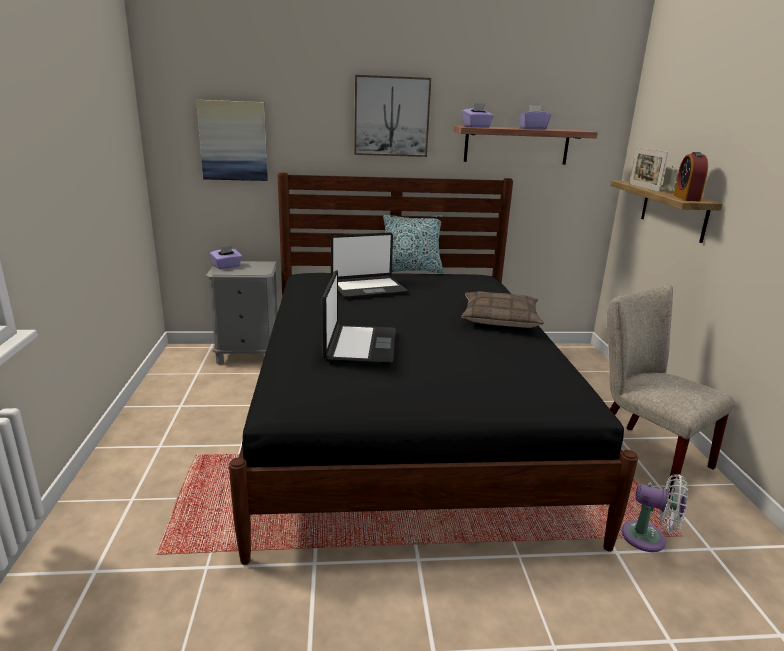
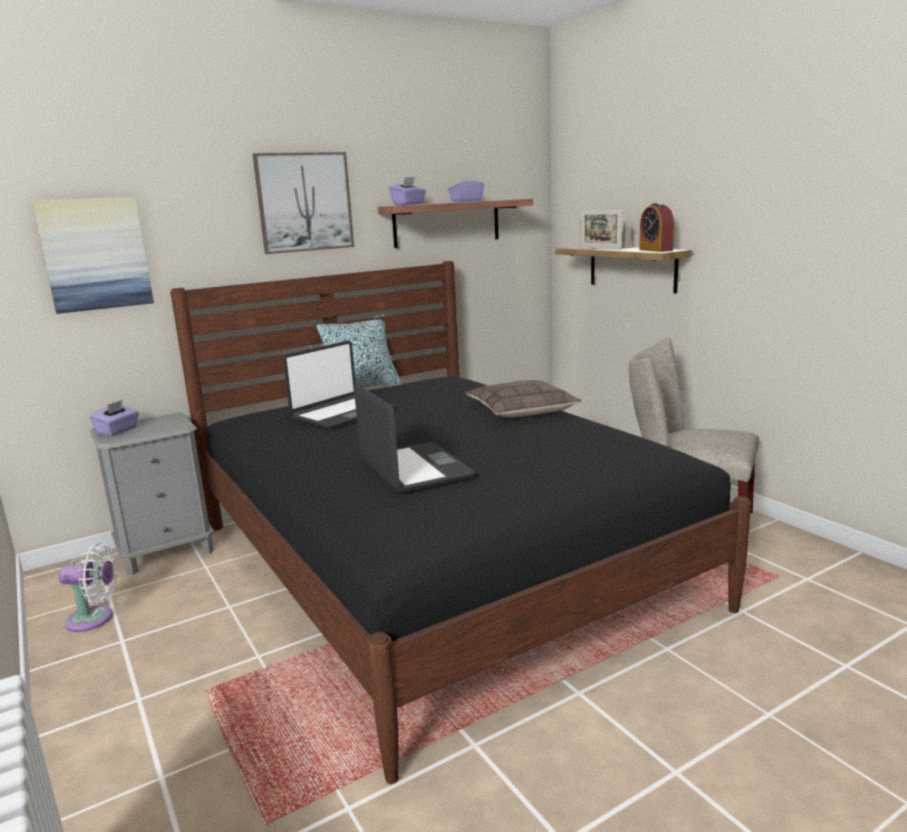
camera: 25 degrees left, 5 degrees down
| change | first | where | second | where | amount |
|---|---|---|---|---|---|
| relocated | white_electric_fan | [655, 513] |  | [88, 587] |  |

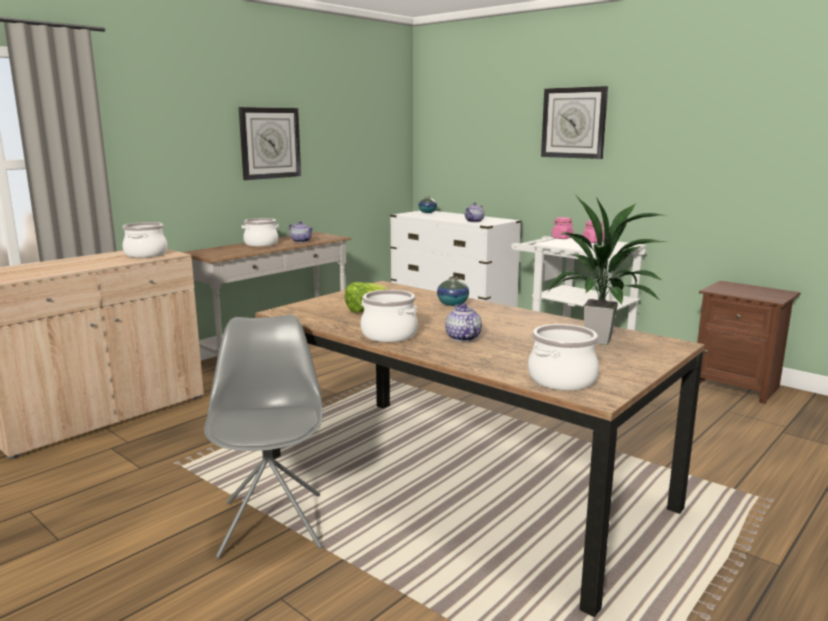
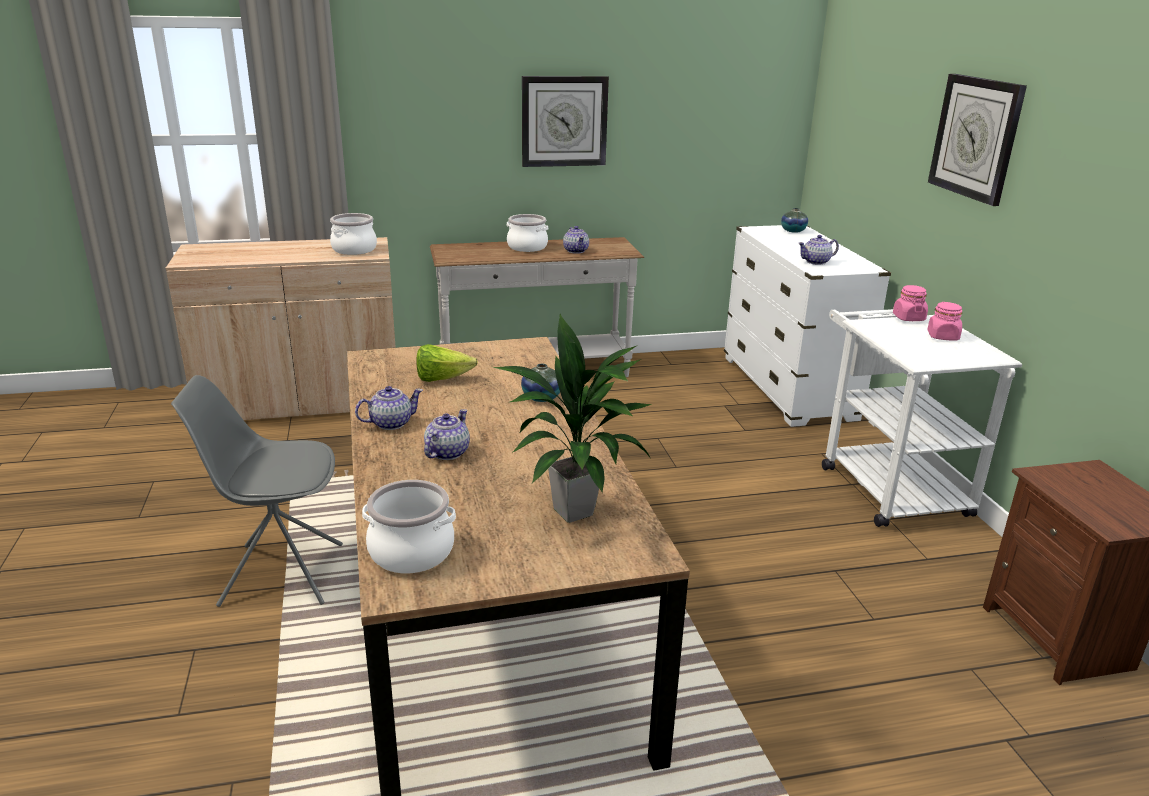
camera: 35 degrees right, 10 degrees up
| change | first | where | second | where | amount |
|---|---|---|---|---|---|
| spun | greyish_chair | [263, 437] |  | [257, 491] | 120 degrees counterclockwise |
| exchanged | cooking_pot | [389, 316] | pot_for_tea | [389, 408] |  |

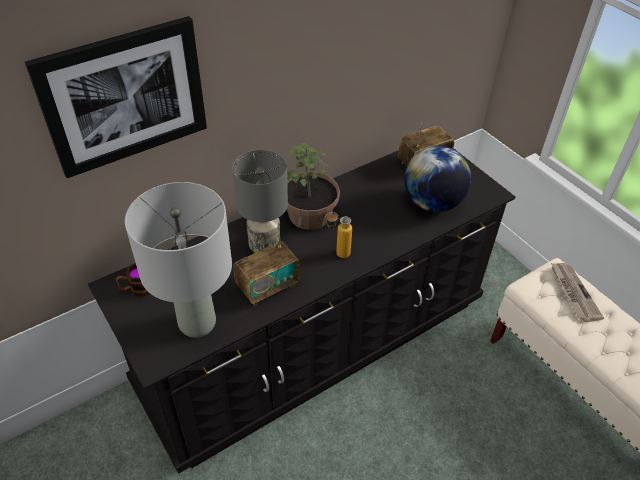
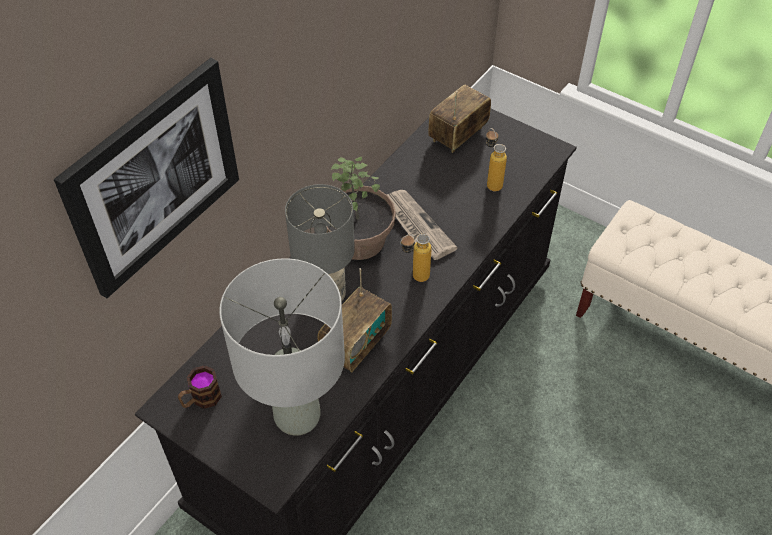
camera: 20 degrees left, 5 degrees up
| change | first | where | second | where | amount |
|---|---|---|---|---|---|
| exchanged | desk_globe | [437, 179] | drink_bottle | [496, 159] |  |
| relocated | daily_paper | [577, 292] |  | [422, 225] |  |

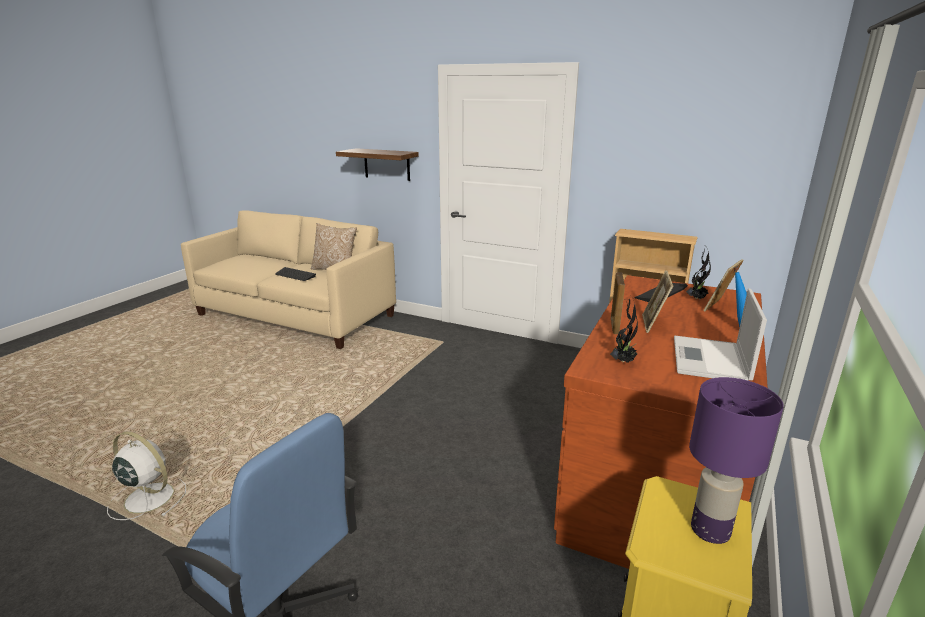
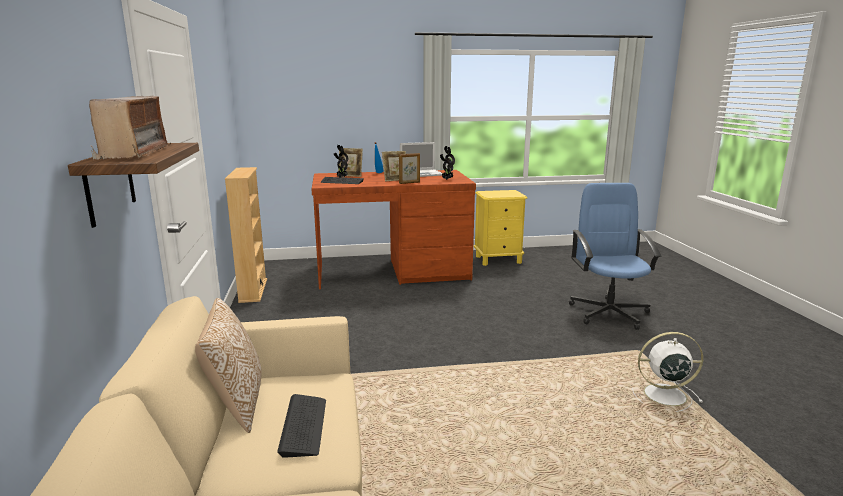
camera: 125 degrees left, 5 degrees down
| change | first | where | second | where | amount |
|---|---|---|---|---|---|
| spun | white_electric_fan | [146, 475] |  | [667, 372] | 105 degrees clockwise |
| missing | purple_table_lamp | [736, 460] |  |  |  |
| appeared |  |  | radio | [130, 128] |  |

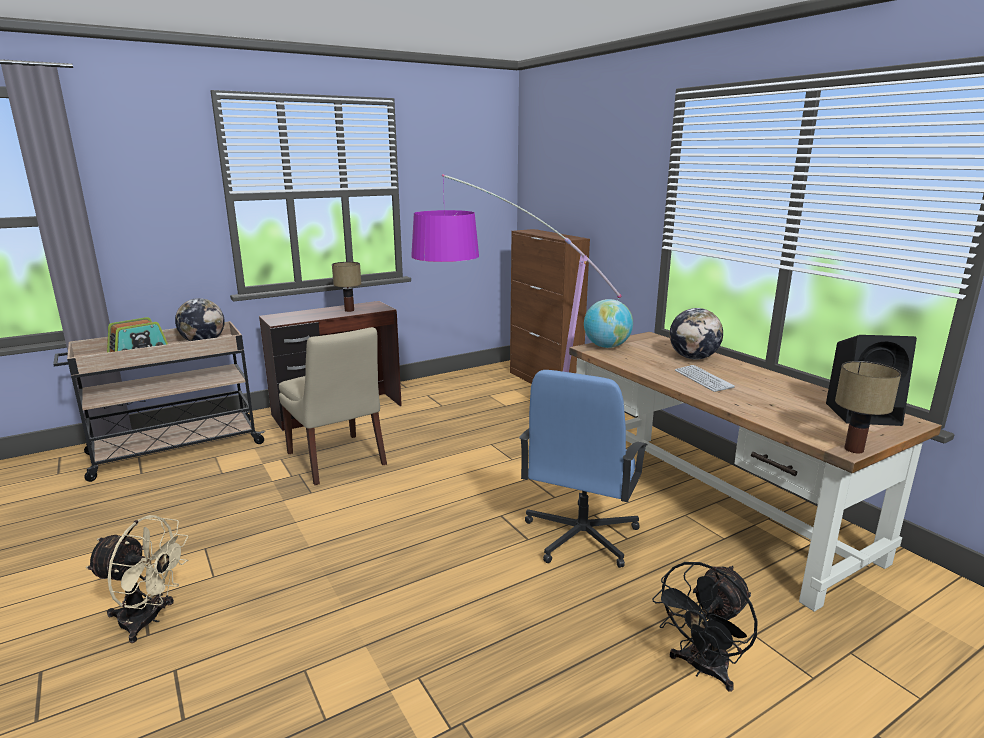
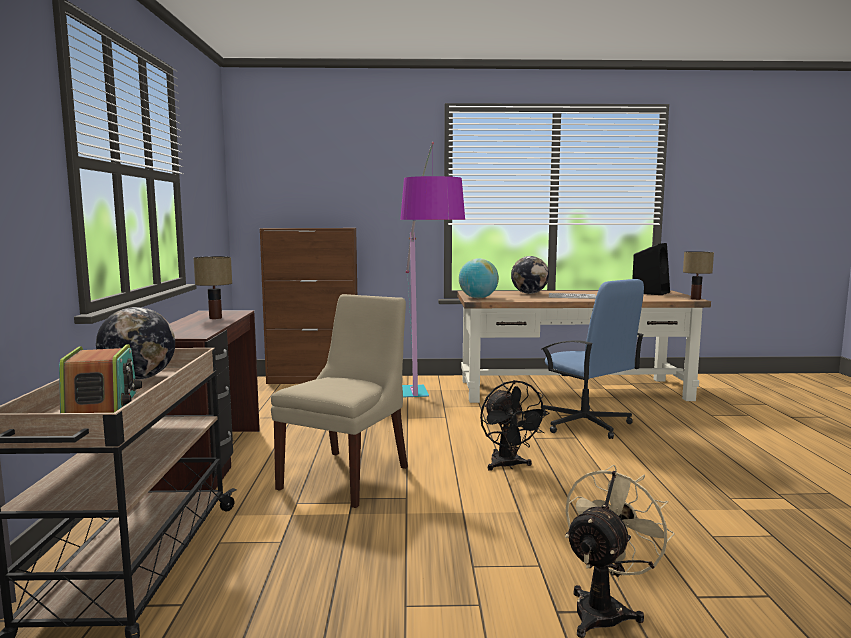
camera: 60 degrees left, 10 degrees down
| change | first | where | second | where | amount |
|---|---|---|---|---|---|
| spun | sand-coloured_chair | [333, 406] |  | [339, 401] | 60 degrees counterclockwise |
| relocated | blackish_electric_fan | [705, 627] |  | [515, 425] |  |

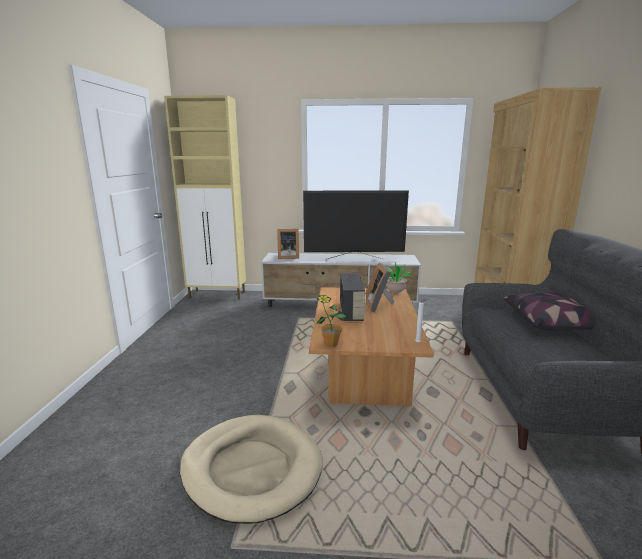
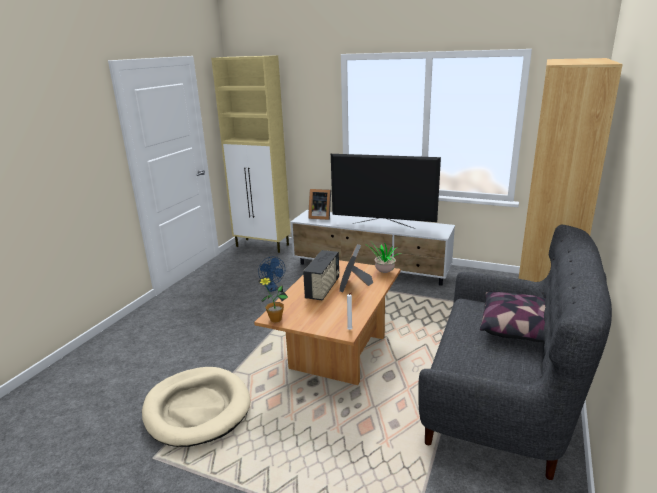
camera: 20 degrees right, 5 degrees up
| change | first | where | second | where | amount |
|---|---|---|---|---|---|
| appeared |  |  | bluish_electric_fan | [271, 274] |  |

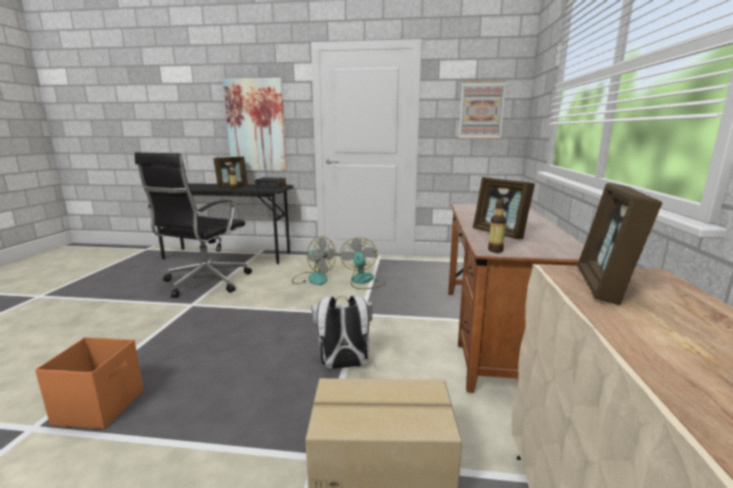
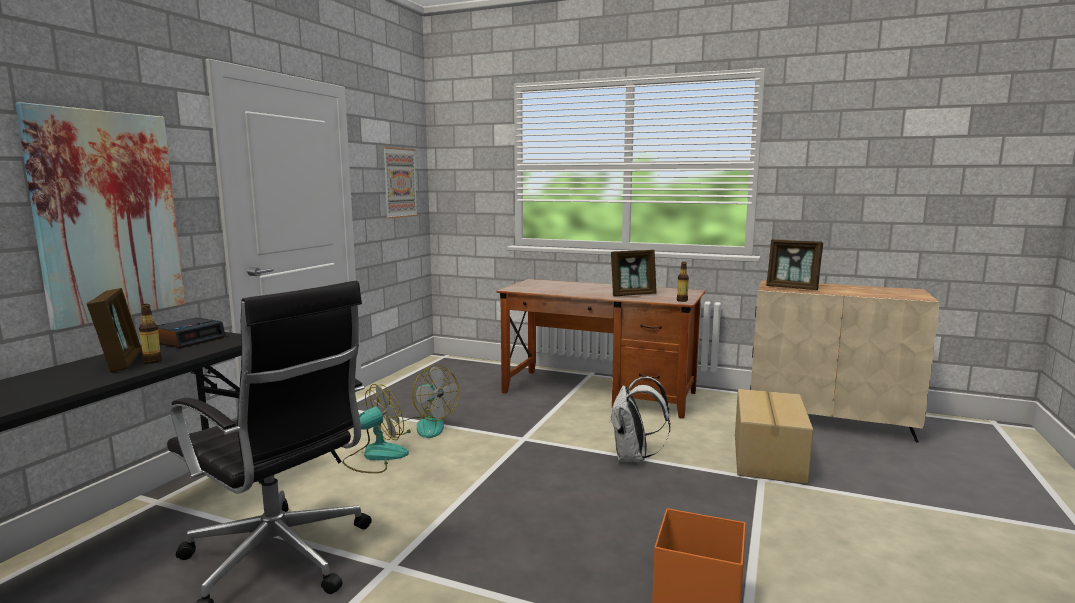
camera: 75 degrees left, 5 degrees down
| change | first | where | second | where | amount |
|---|---|---|---|---|---|
| spun | electric_fan | [363, 263] |  | [426, 401] | 150 degrees counterclockwise |

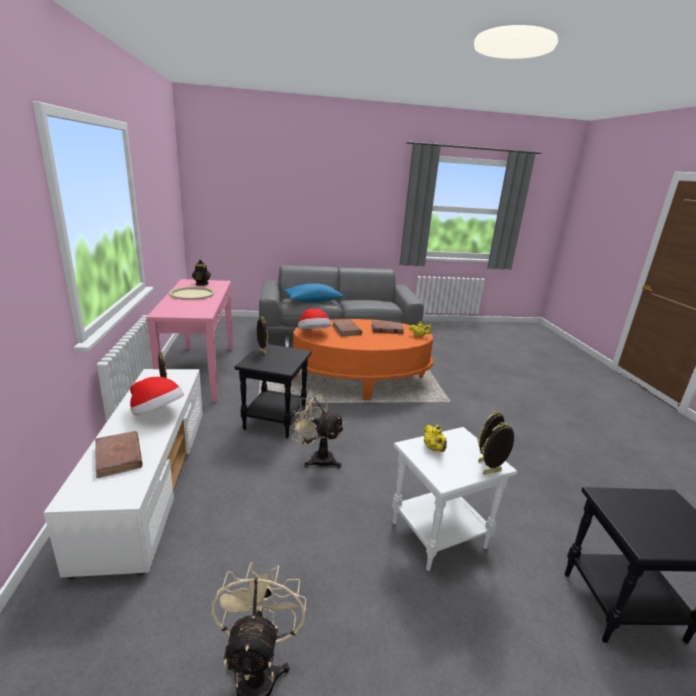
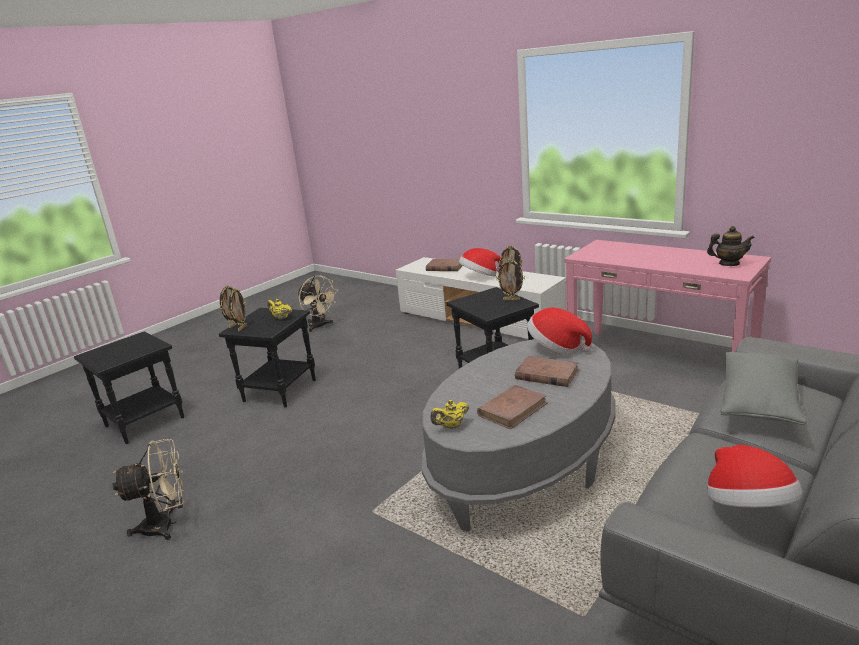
camera: 140 degrees right, 0 degrees up
| change | first | where | second | where | amount |
|---|---|---|---|---|---|
| missing | sand-coloured_carrying_tray | [192, 293] |  |  |  |
| colour | bluish_throw_pillow | [313, 292] | greyish_throw_pillow | [763, 388] |  |
| relocated | sand-coloured_electric_fan | [317, 430] |  | [148, 489] |  |
| colour | orangey_coffee_table | [363, 359] | greyish_coffee_table | [518, 435] |  |
| colour | white_accent_table | [454, 499] | blackish_accent_table | [267, 357] |  |
| appeared |  |  | hat | [755, 476] |  |

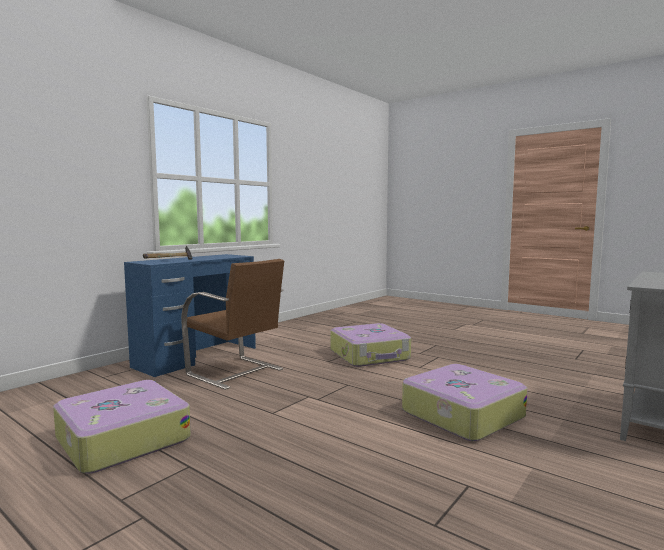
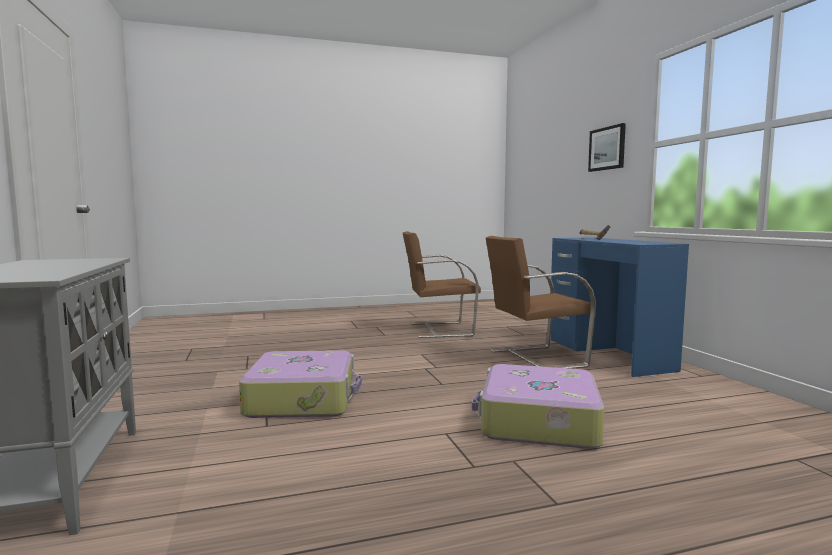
camera: 125 degrees right, 0 degrees up
| change | first | where | second | where | amount |
|---|---|---|---|---|---|
| exchanged | piece_of_luggage | [122, 427] | brownish_chair | [442, 284] |  |
| appeared |  |  | picture | [607, 147] |  |

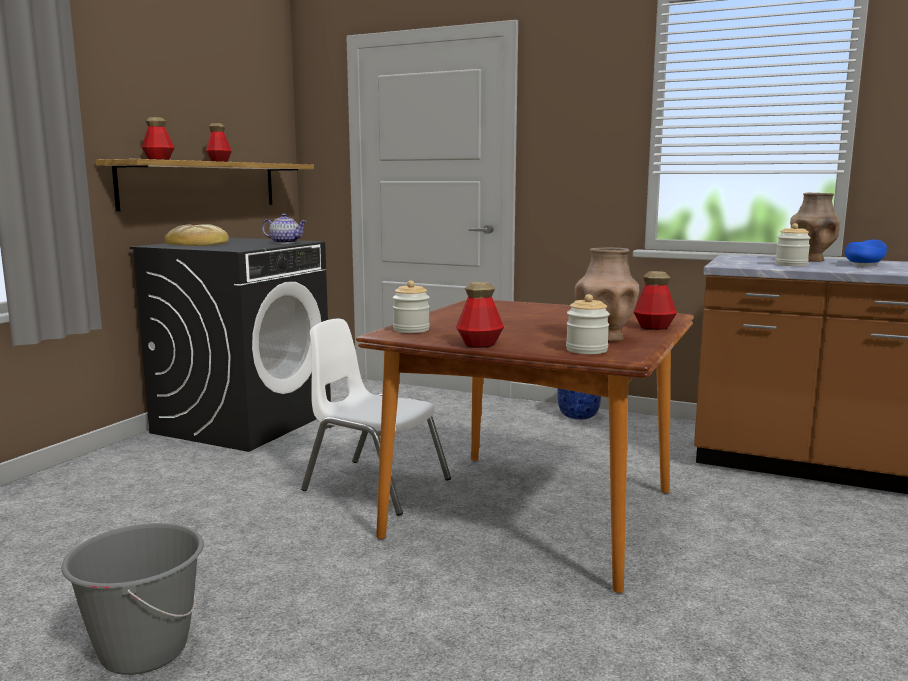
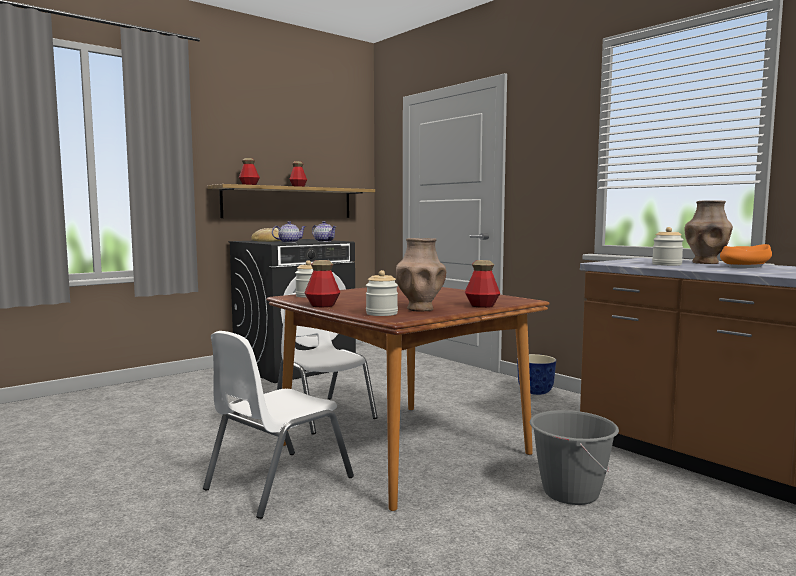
camera: 25 degrees right, 5 degrees down
| change | first | where | second | where | amount |
|---|---|---|---|---|---|
| relocated | greyish_pail | [132, 599] |  | [574, 457] |  |
| colour | bluish_deep_dish | [866, 253] | orangey_deep_dish | [746, 256] |  |
| appeared |  |  | white_chair | [278, 425] |  |
| appeared |  |  | pot_for_tea | [289, 232] |  |

